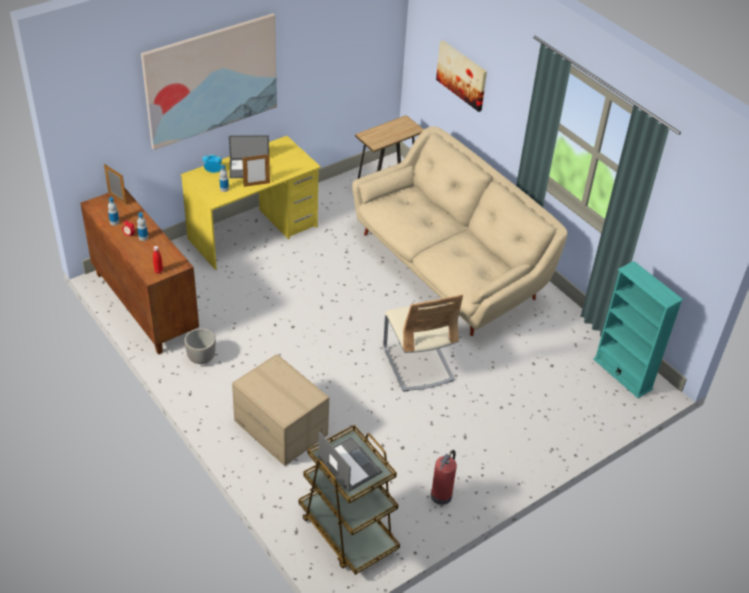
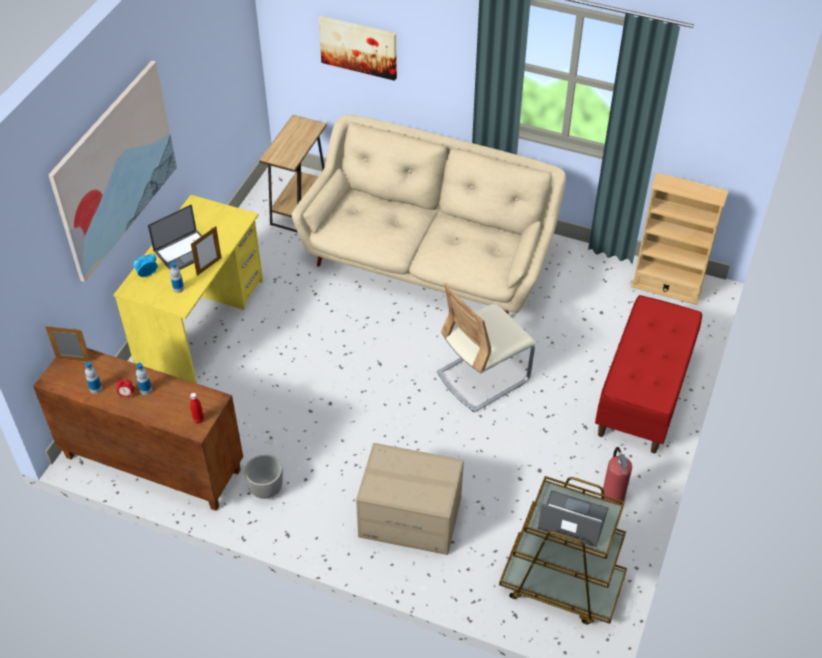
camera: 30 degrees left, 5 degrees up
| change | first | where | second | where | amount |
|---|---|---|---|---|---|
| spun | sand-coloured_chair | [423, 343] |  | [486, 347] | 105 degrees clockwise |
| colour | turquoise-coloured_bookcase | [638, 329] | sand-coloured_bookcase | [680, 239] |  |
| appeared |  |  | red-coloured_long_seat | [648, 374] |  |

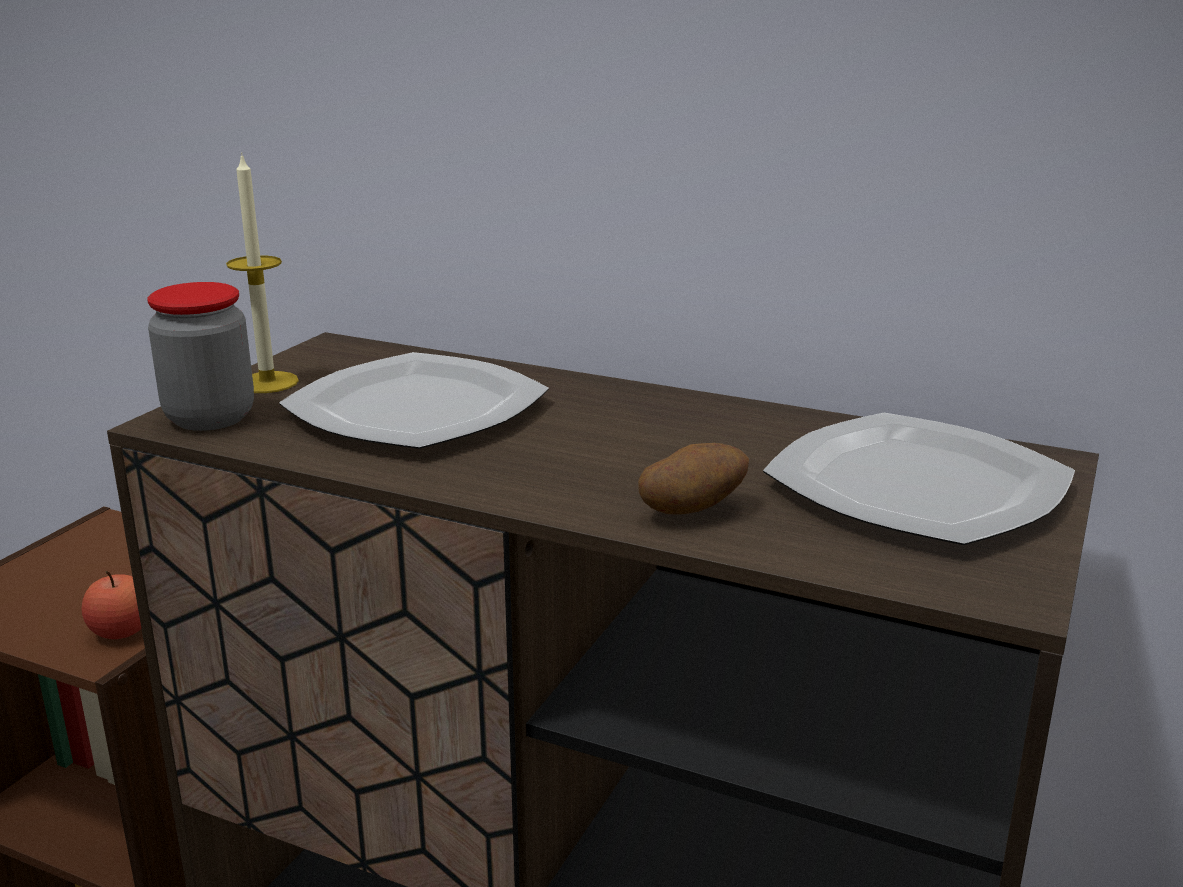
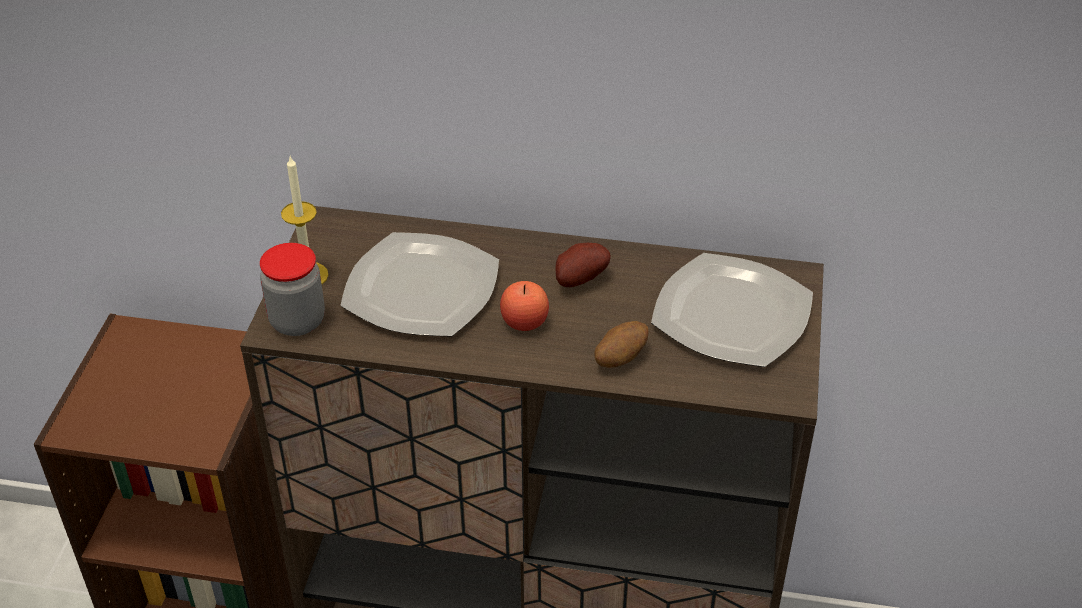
camera: 15 degrees left, 20 degrees up
| change | first | where | second | where | amount |
|---|---|---|---|---|---|
| relocated | apple | [112, 605] |  | [524, 306] |  |
| appeared |  |  | whole_potato | [583, 265] |  |

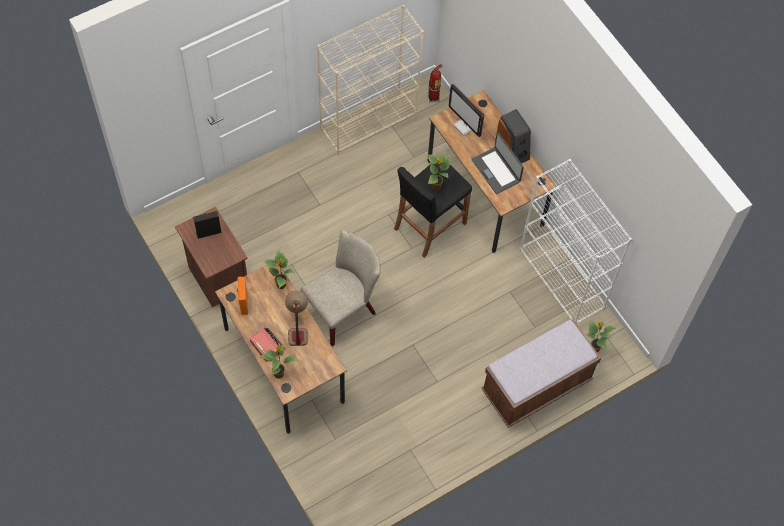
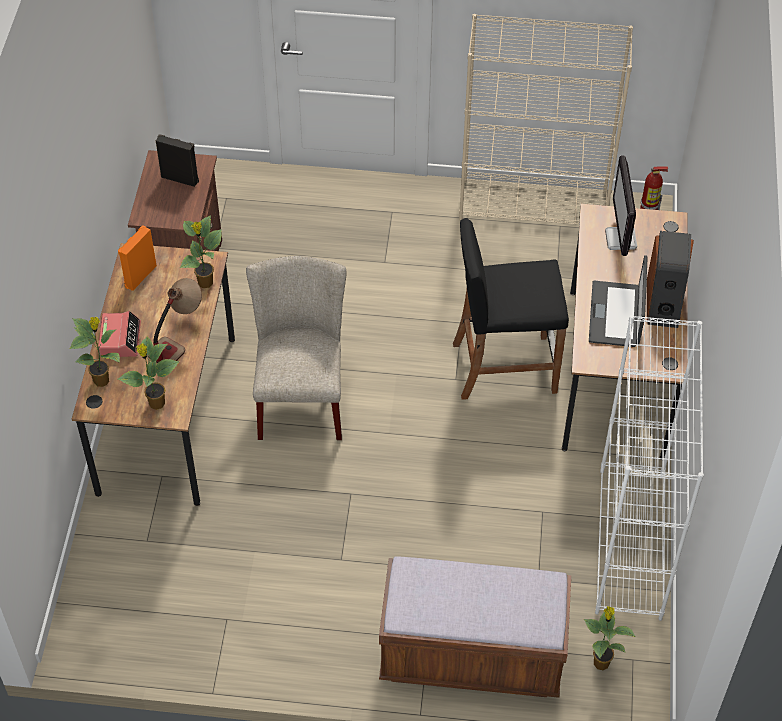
camera: 40 degrees right, 10 degrees down
| change | first | where | second | where | amount |
|---|---|---|---|---|---|
| spun | sand-coloured_chair | [340, 288] |  | [296, 348] | 90 degrees counterclockwise |
| relocated | potted_plant | [439, 171] |  | [149, 373] |  |

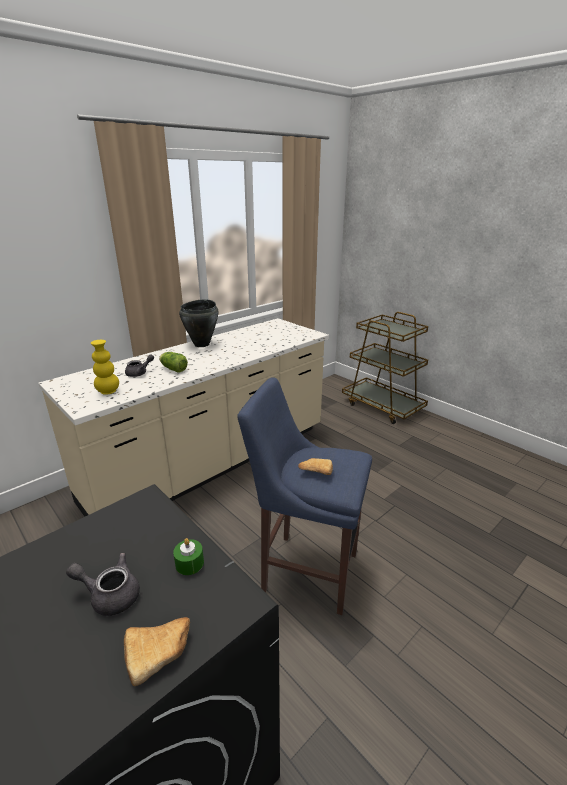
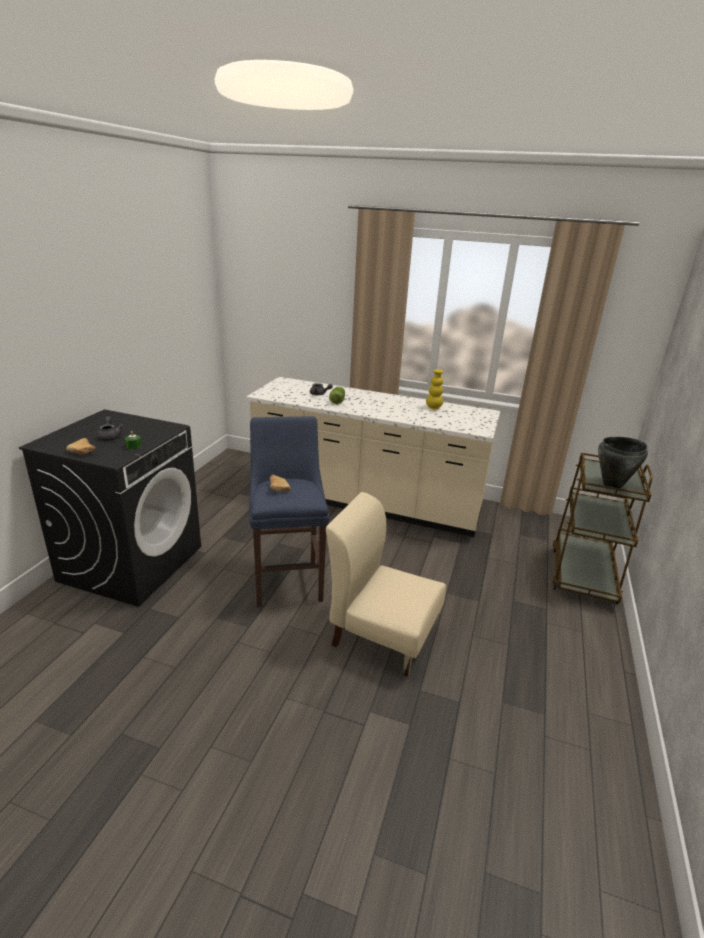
camera: 60 degrees right, 0 degrees up
| change | first | where | second | where | amount |
|---|---|---|---|---|---|
| relocated | yellow-coloured_flower_vase | [105, 367] |  | [435, 389] |  |
| relocated | blackish_cooking_pot | [199, 323] |  | [623, 463] |  |
| appeared |  |  | sand-coloured_chair | [386, 584] |  |

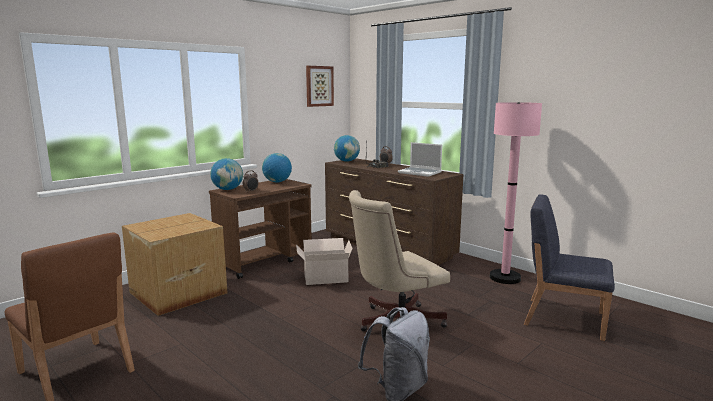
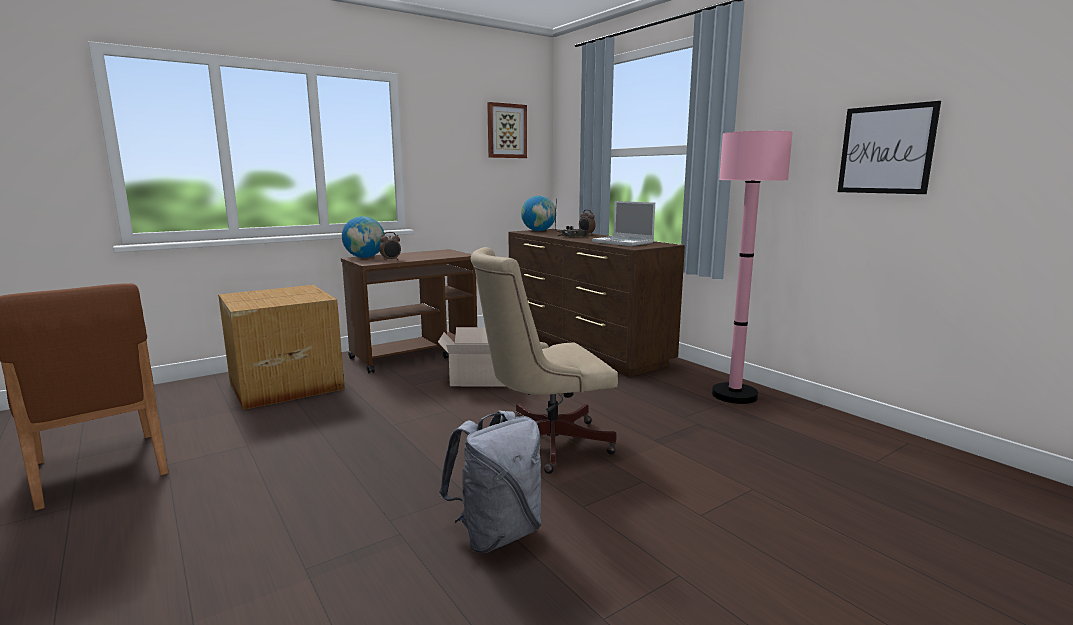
camera: 10 degrees right, 0 degrees up
| change | first | where | second | where | amount |
|---|---|---|---|---|---|
| missing | desk_globe | [277, 167] |  |  |  |
| missing | bluish_chair | [569, 267] |  |  |  |
| appeared |  |  | picture | [889, 147] |  |

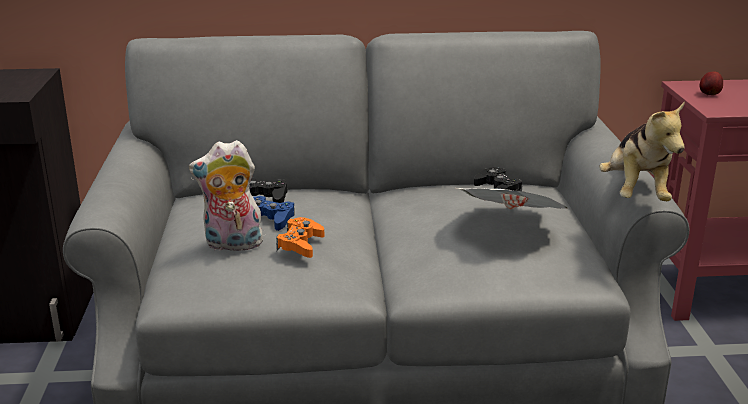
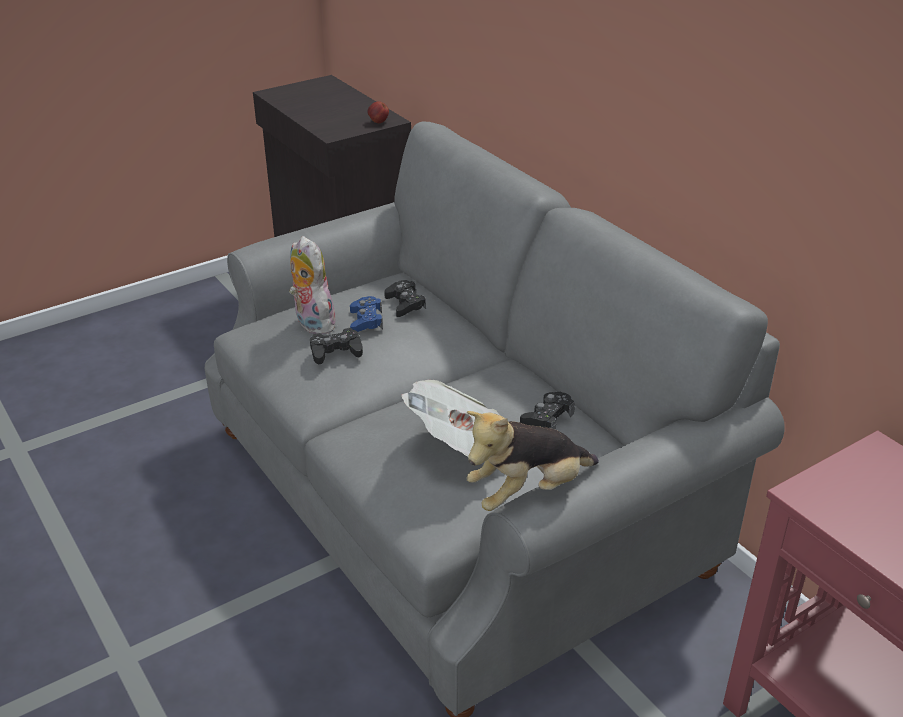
camera: 60 degrees right, 10 degrees up
| change | first | where | second | where | amount |
|---|---|---|---|---|---|
| colour | orangey_gamepad | [300, 237] | blackish_gamepad | [336, 346] |  |
| relocated | apple | [711, 83] |  | [378, 112] |  |

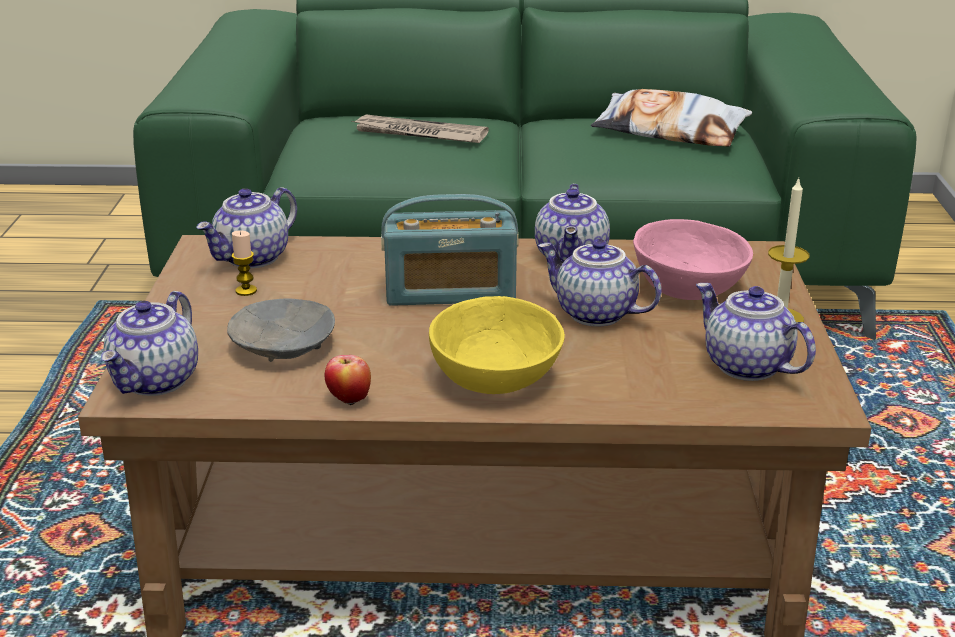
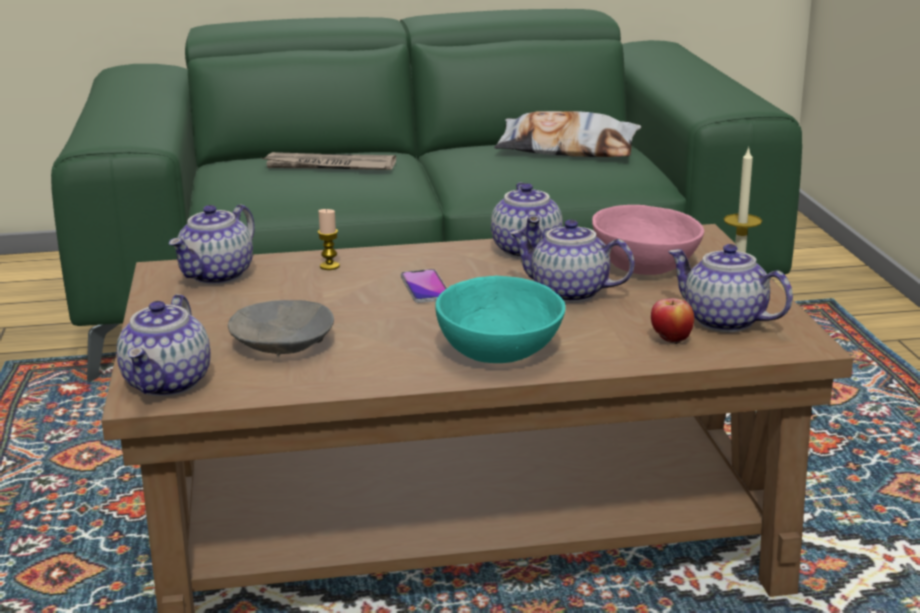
camera: 10 degrees left, 5 degrees down
| change | first | where | second | where | amount |
|---|---|---|---|---|---|
| relocated | candle | [244, 263] |  | [329, 239] |  |
| relocated | apple | [348, 380] |  | [672, 321] |  |
| exchanged | radio | [450, 250] | handset | [424, 286] |  |
| colour | yellow-coloured_deep_dish | [497, 345] | turquoise-coloured_deep_dish | [500, 319] |  |

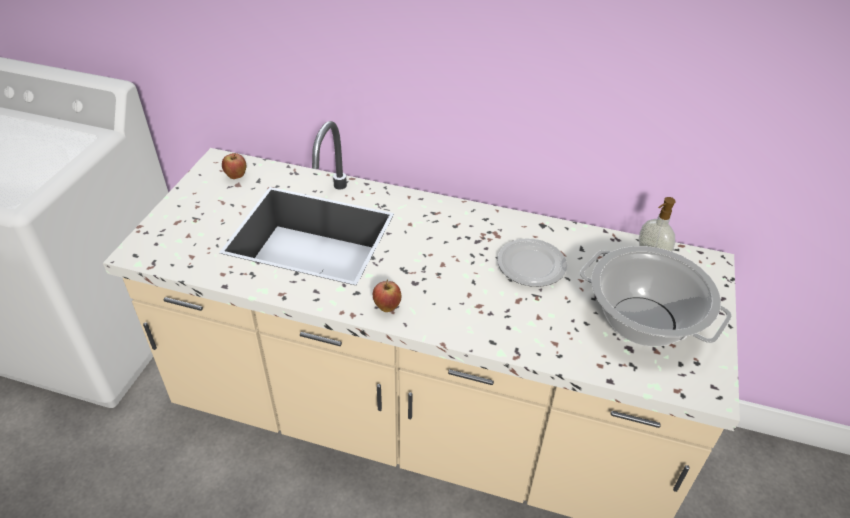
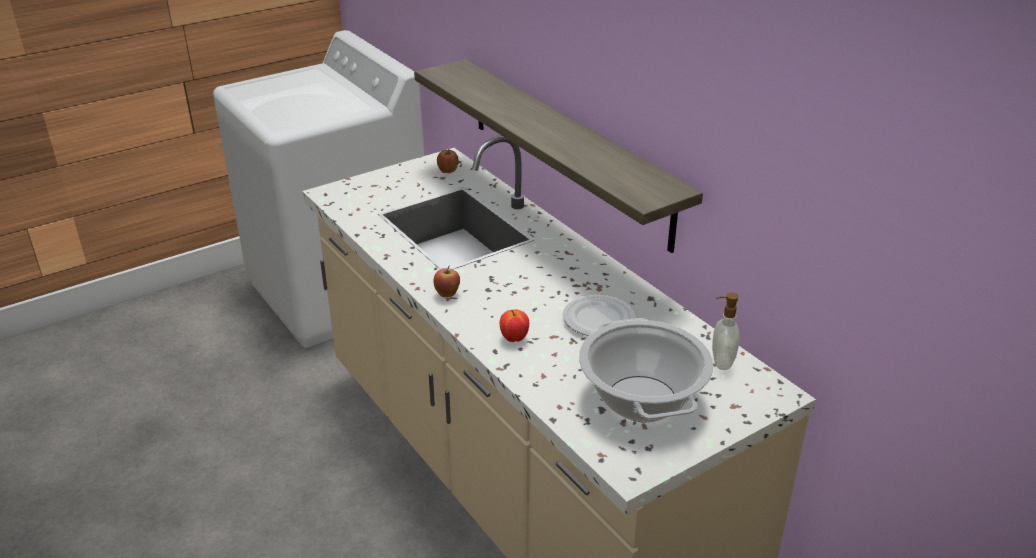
camera: 40 degrees right, 10 degrees down
| change | first | where | second | where | amount |
|---|---|---|---|---|---|
| appeared |  |  | wall_shelf | [558, 156] |  |
| appeared |  |  | apple | [514, 326] |  |

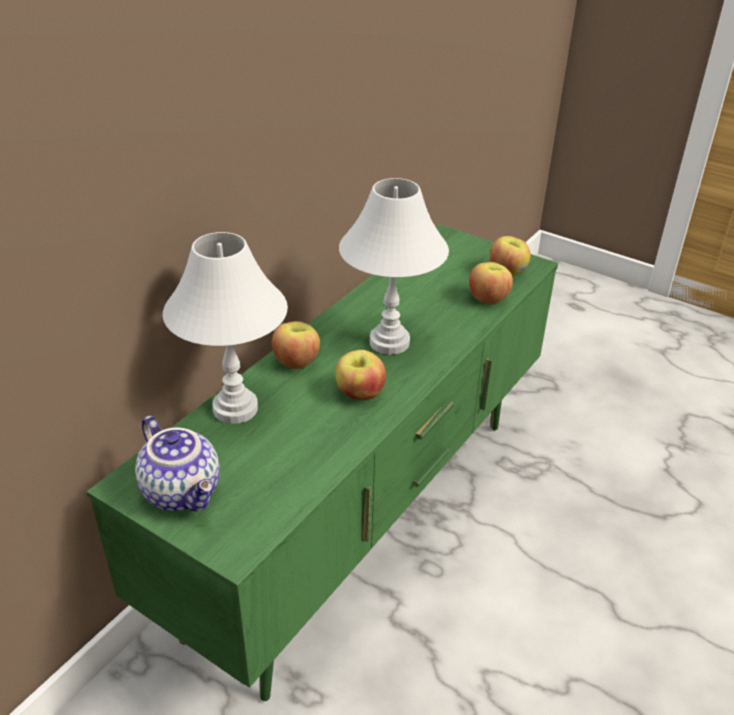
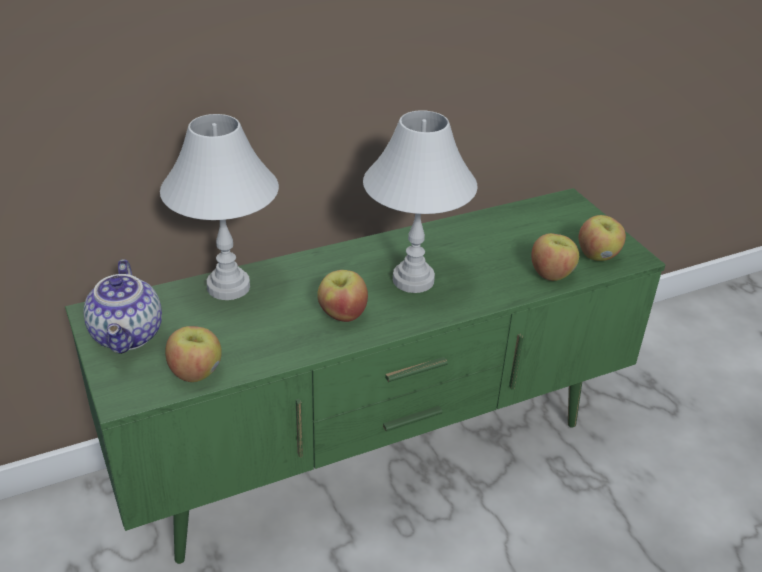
camera: 30 degrees right, 0 degrees up
| change | first | where | second | where | amount |
|---|---|---|---|---|---|
| relocated | apple | [296, 345] |  | [193, 354] |  |

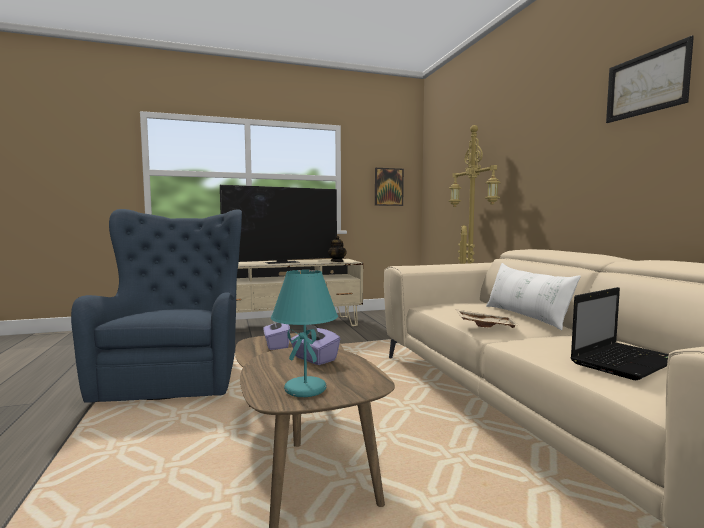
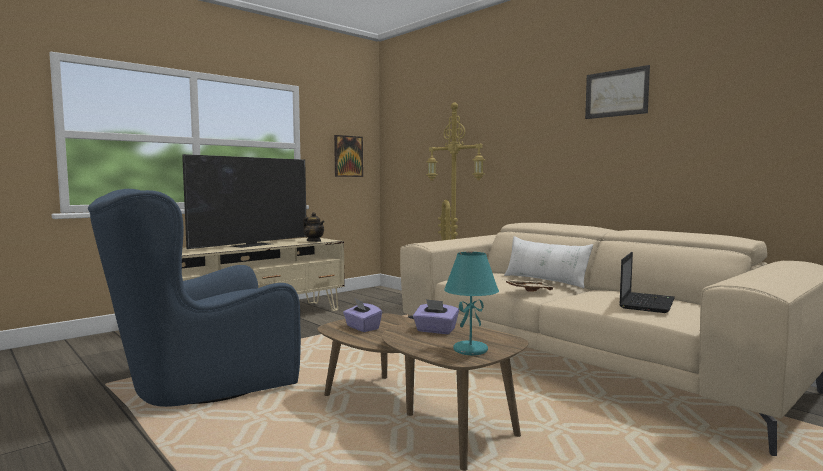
camera: 25 degrees left, 0 degrees up
| change | first | where | second | where | amount |
|---|---|---|---|---|---|
| spun | bluish_easy_chair | [156, 306] |  | [194, 298] | 90 degrees counterclockwise |

